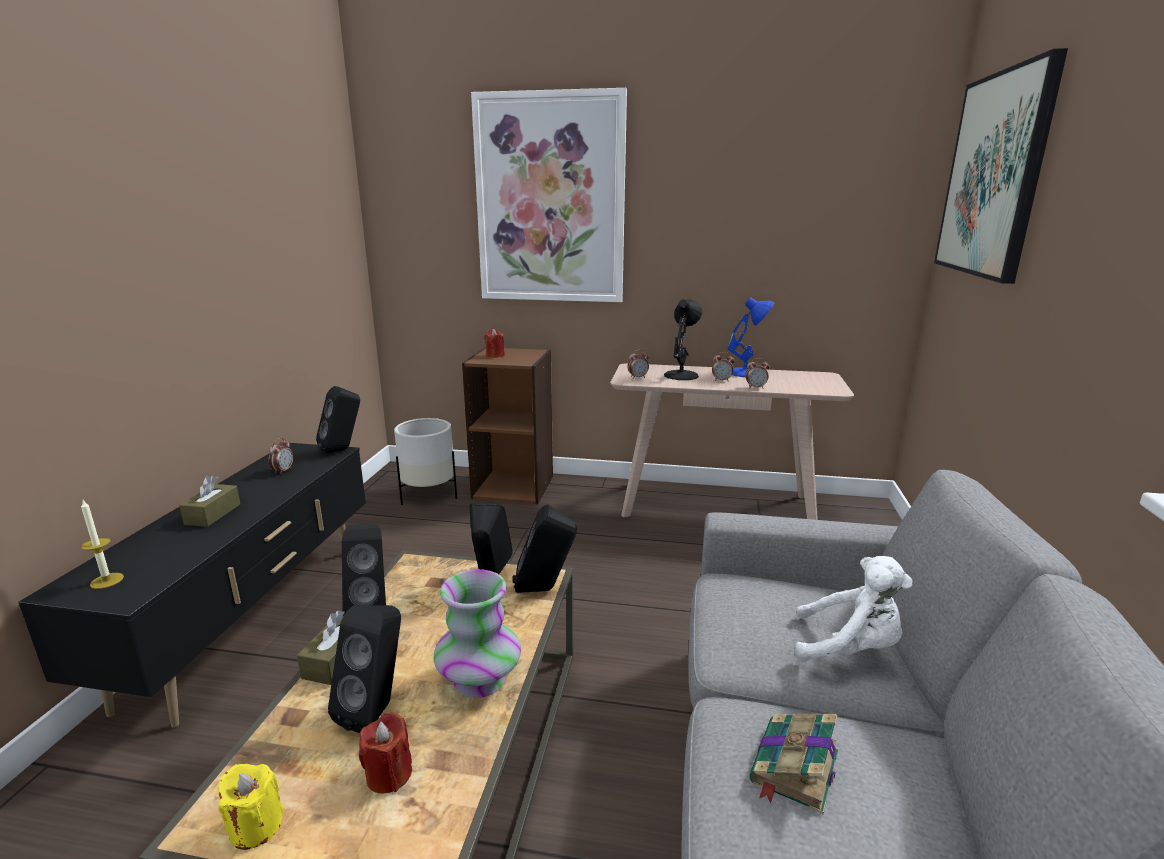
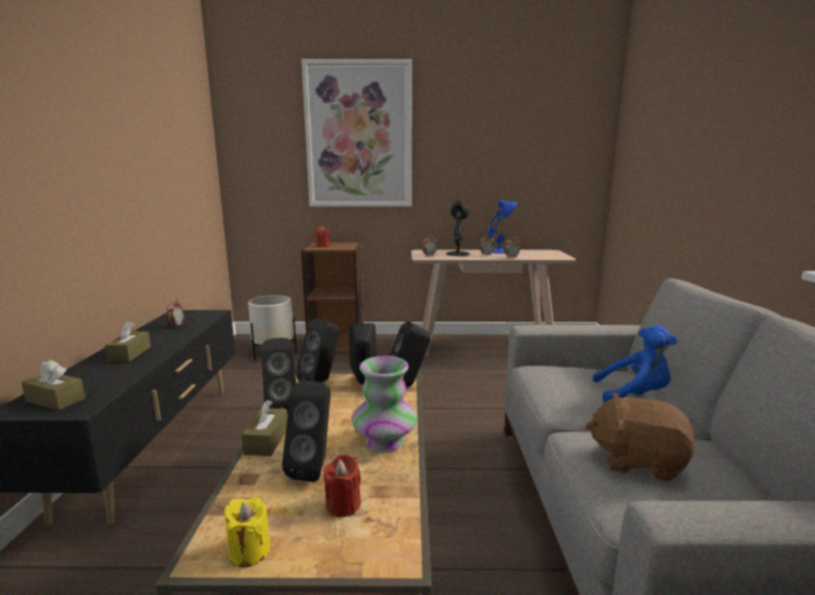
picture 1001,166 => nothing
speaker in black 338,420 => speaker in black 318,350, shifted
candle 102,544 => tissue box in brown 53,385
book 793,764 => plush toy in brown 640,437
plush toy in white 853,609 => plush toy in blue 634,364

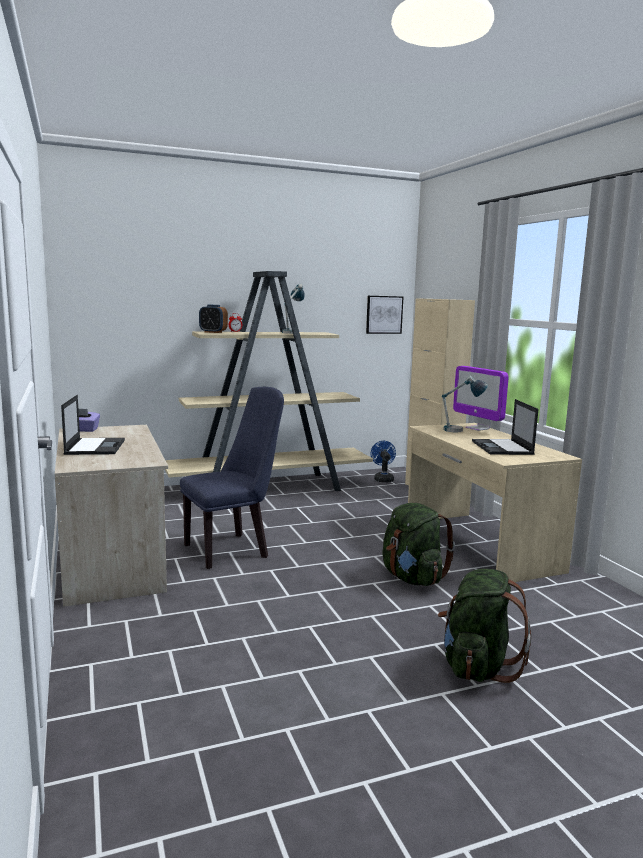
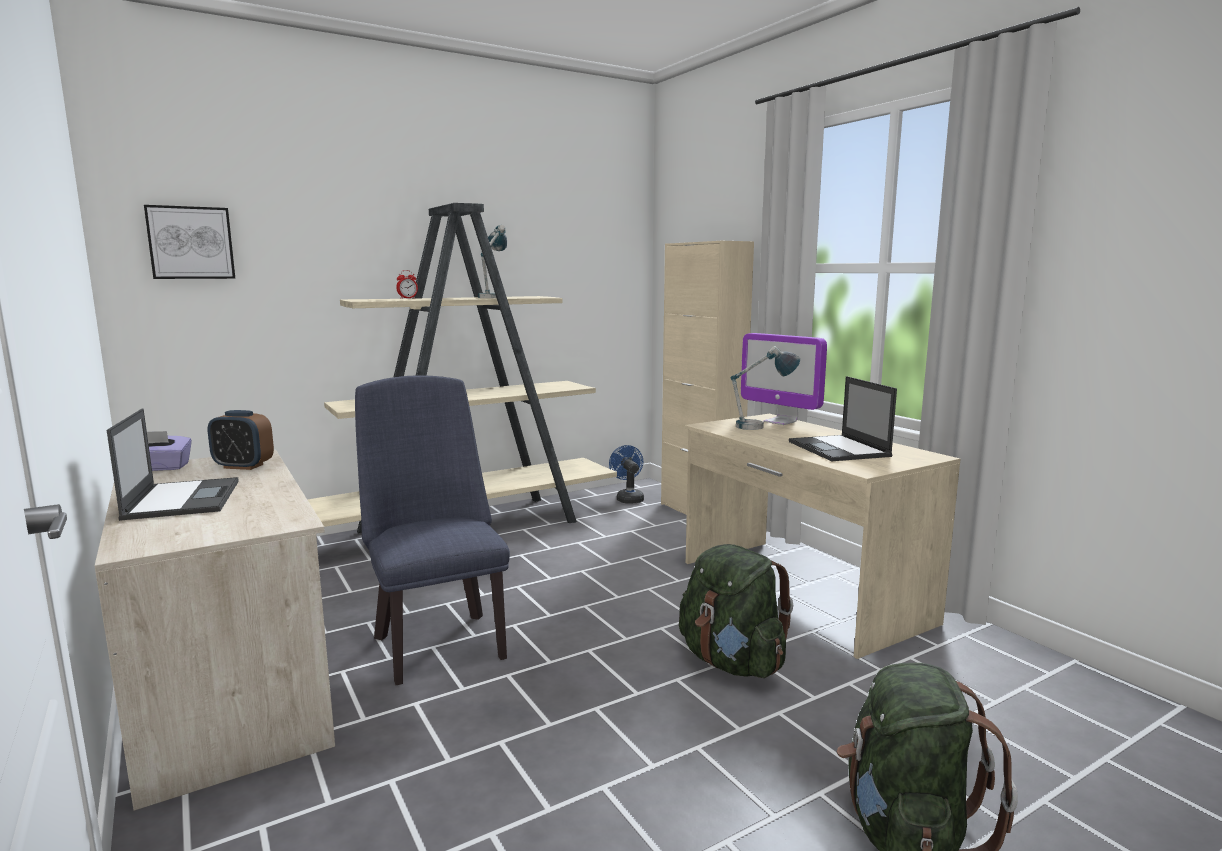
alarm clock 213,319 => alarm clock 241,440, shifted
picture 384,315 => picture 189,242, shifted
chair in blue 232,478 => chair in blue 432,530, 75 degrees counterclockwise

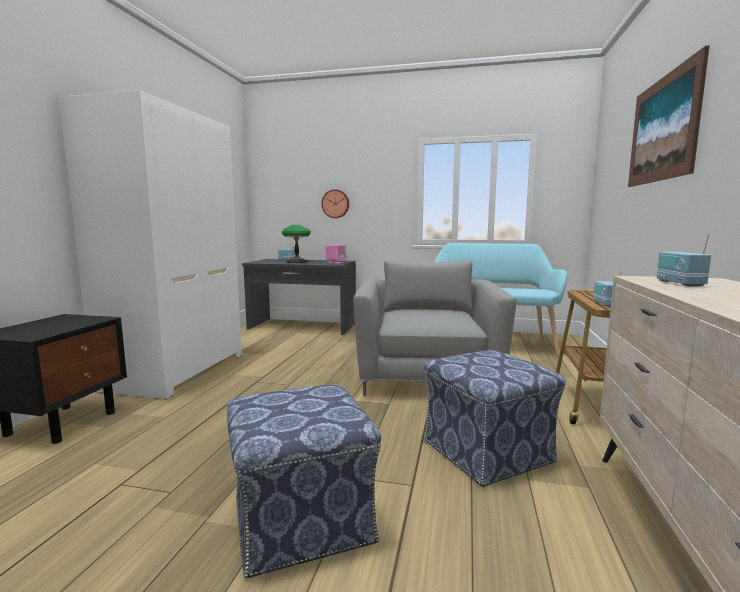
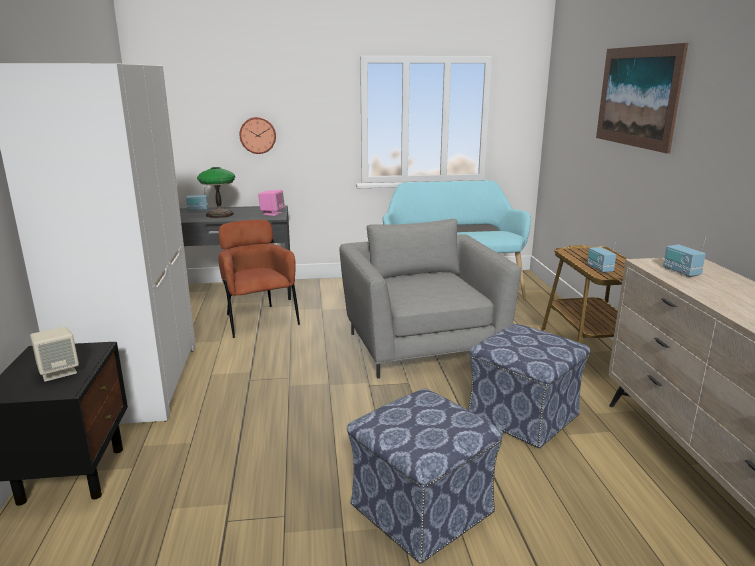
nothing => speaker in beige 54,354
nothing => armchair in brown 259,279

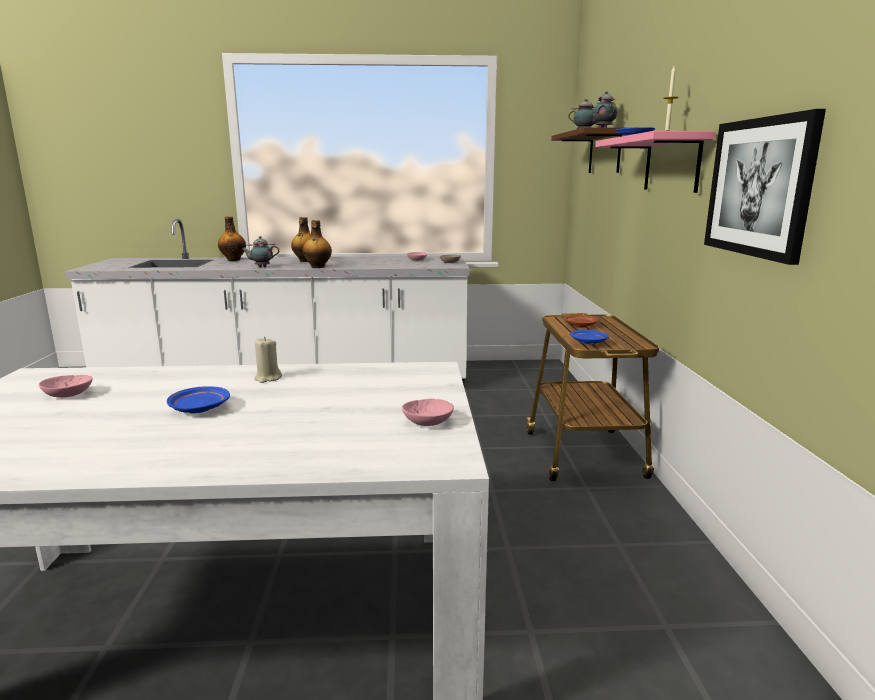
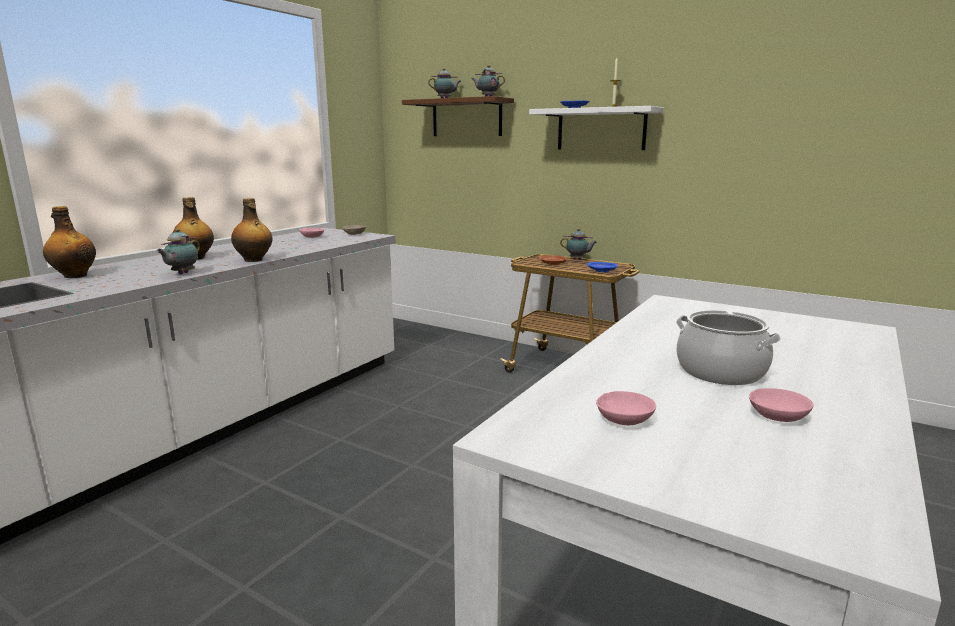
candle in beige 268,360 => nothing
picture 765,187 => nothing
nothing => teapot 578,244
bowl in pink 428,412 => bowl in pink 781,405, shifted
plate in blue 198,400 => cooking pot 728,347
shelf in pink 655,162 => shelf in white 596,128

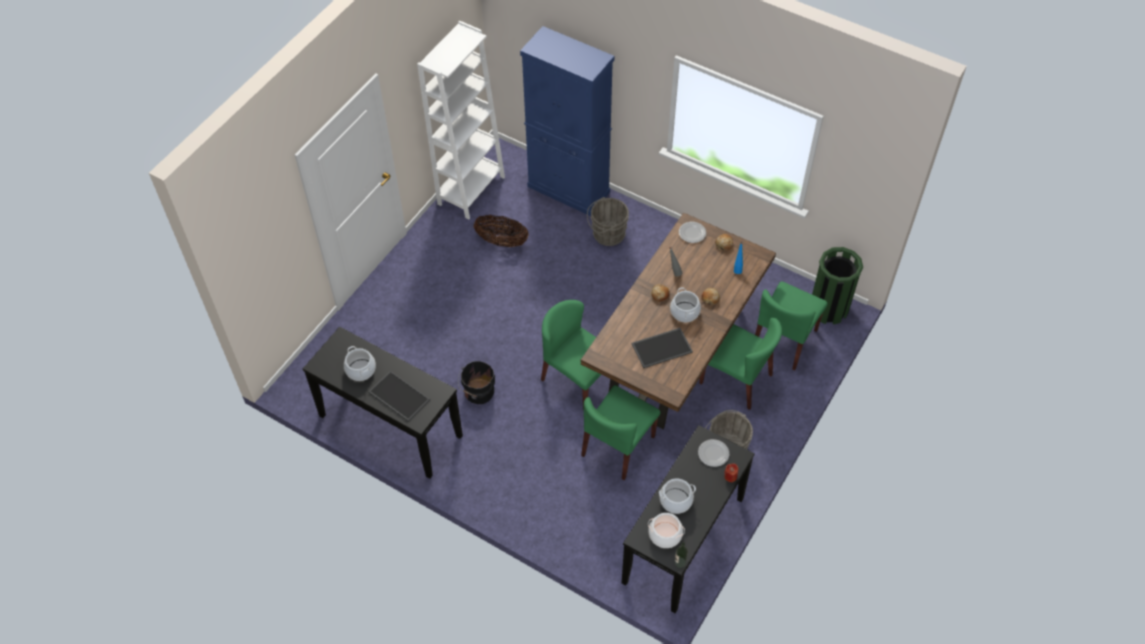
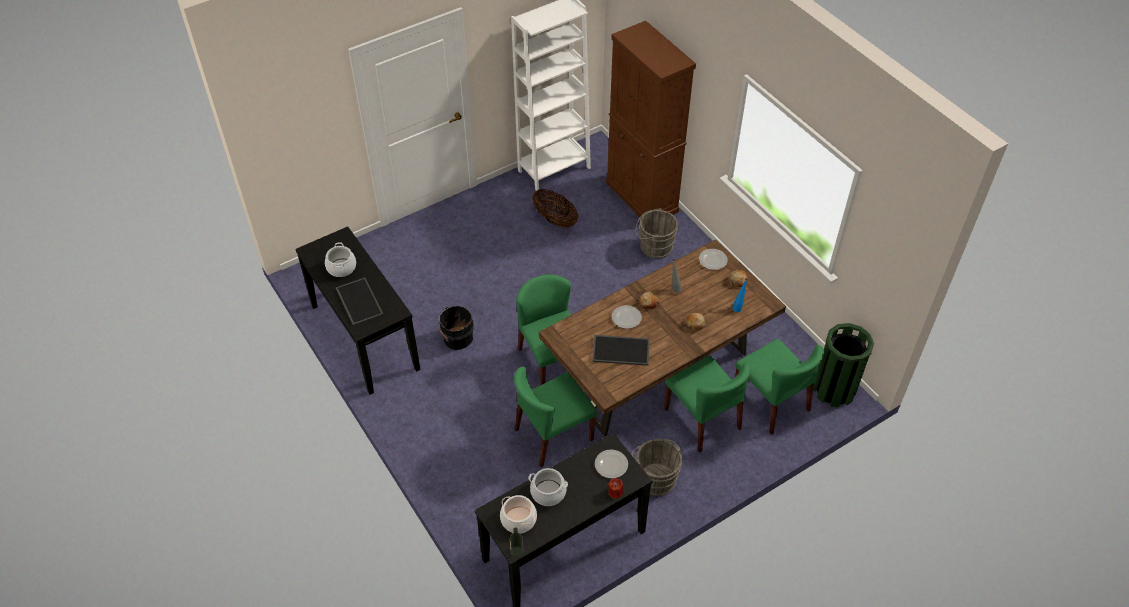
cooking pot 685,304 => nothing
nothing => plate 627,317
cabinet in blue 567,121 => cabinet in brown 651,119
chair in green 791,325 => chair in green 779,387, 90 degrees counterclockwise

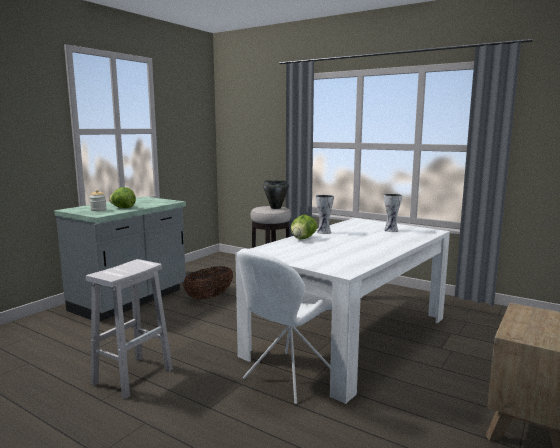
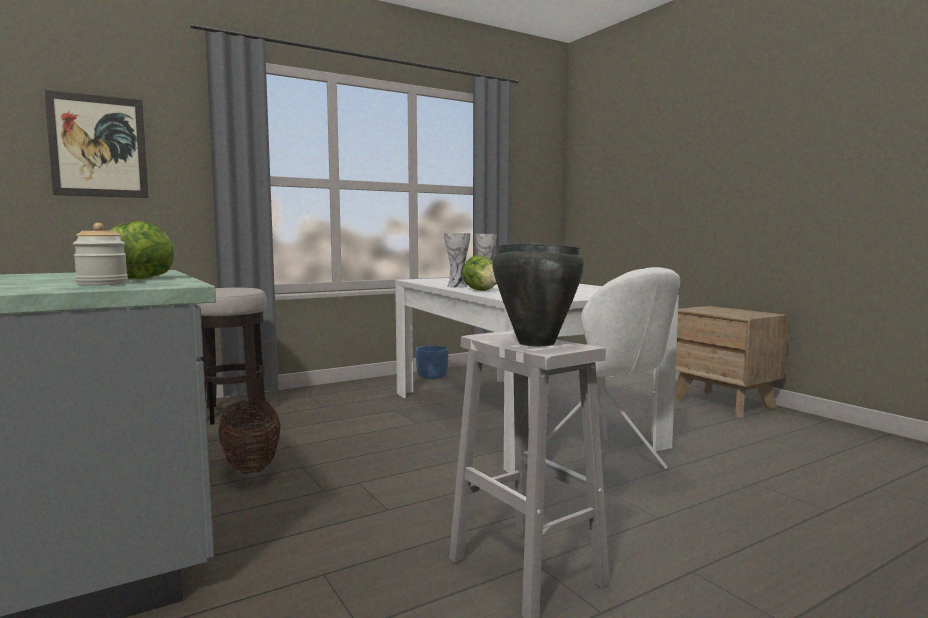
nothing => picture 96,144
nothing => planter in blue 432,362
cooking pot in black 276,194 => cooking pot in black 538,294, shifted

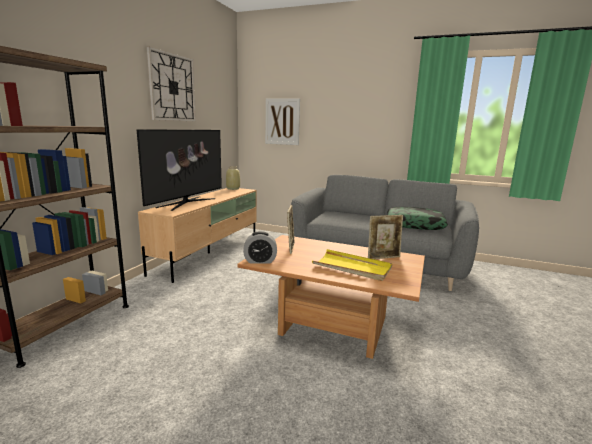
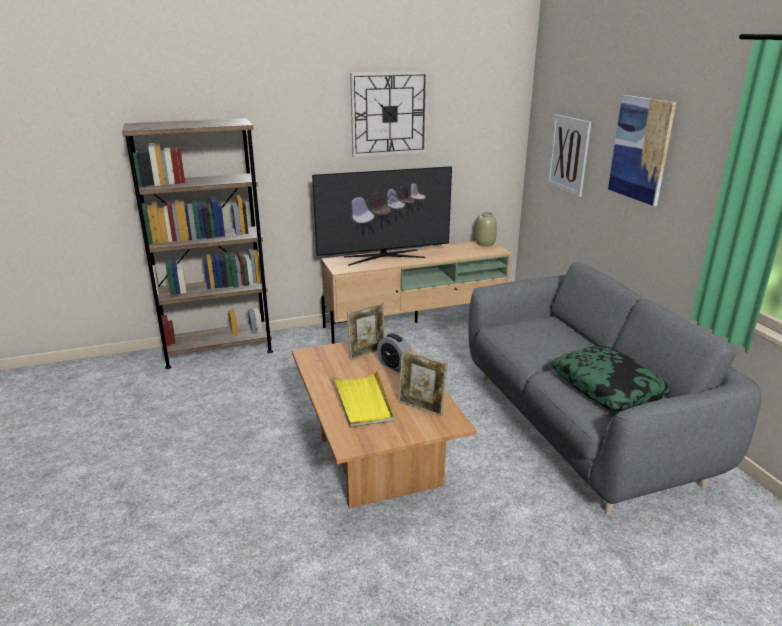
nothing => picture 642,150
alarm clock 260,247 => alarm clock 394,352, shifted

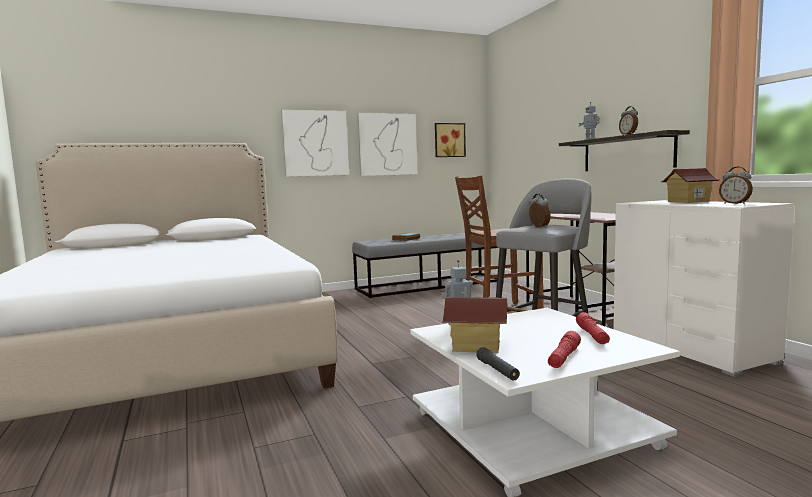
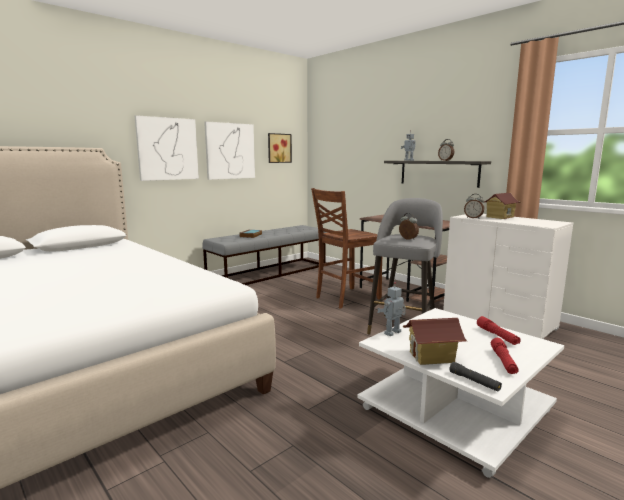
alarm clock 736,185 => alarm clock 474,206, shifted

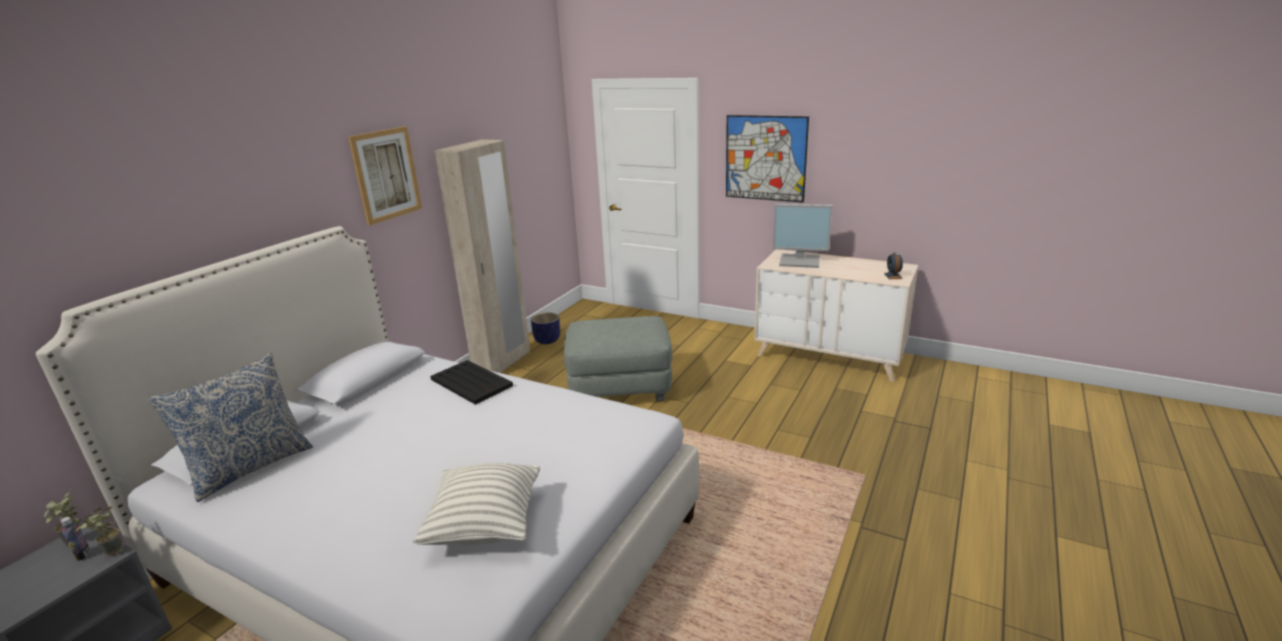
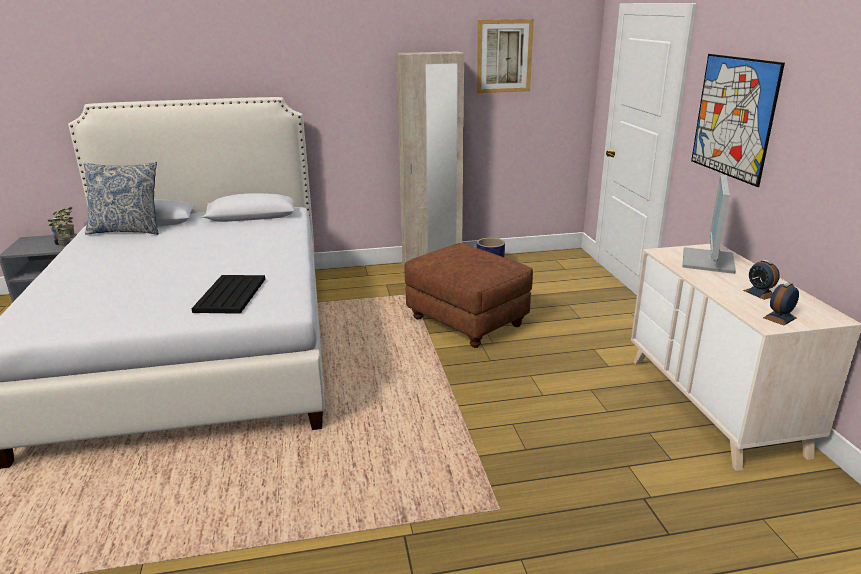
pillow 476,504 => nothing
nothing => alarm clock 761,280
picture 385,175 => picture 505,56, shifted
tray in black 471,382 => tray in black 228,294, shifted
ottoman in grey 618,359 => ottoman in brown 469,295
monitor 803,236 => monitor 709,224, 45 degrees clockwise

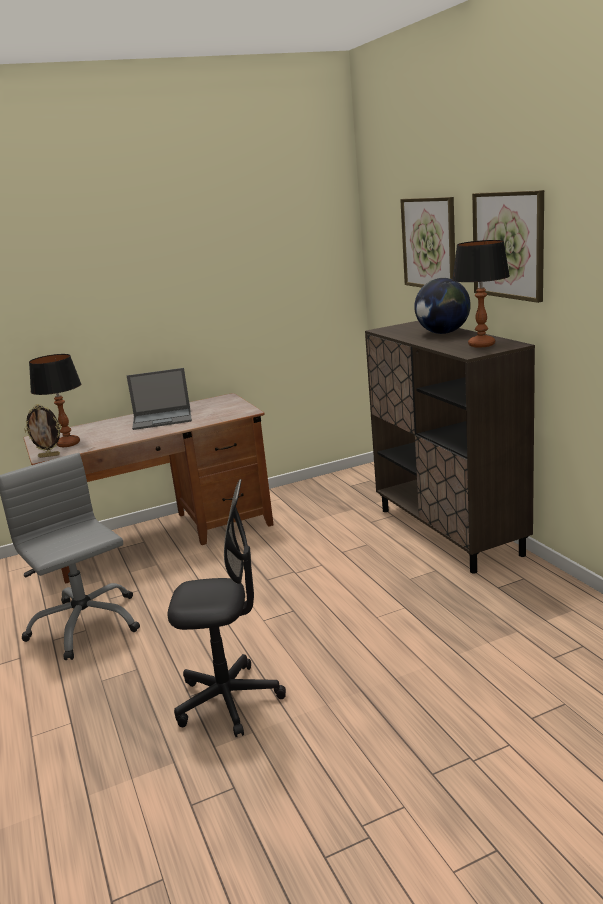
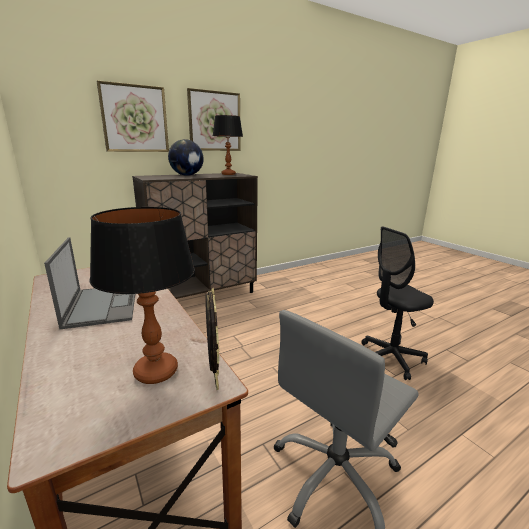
office chair in black 227,608 => office chair in black 398,303, 105 degrees counterclockwise

